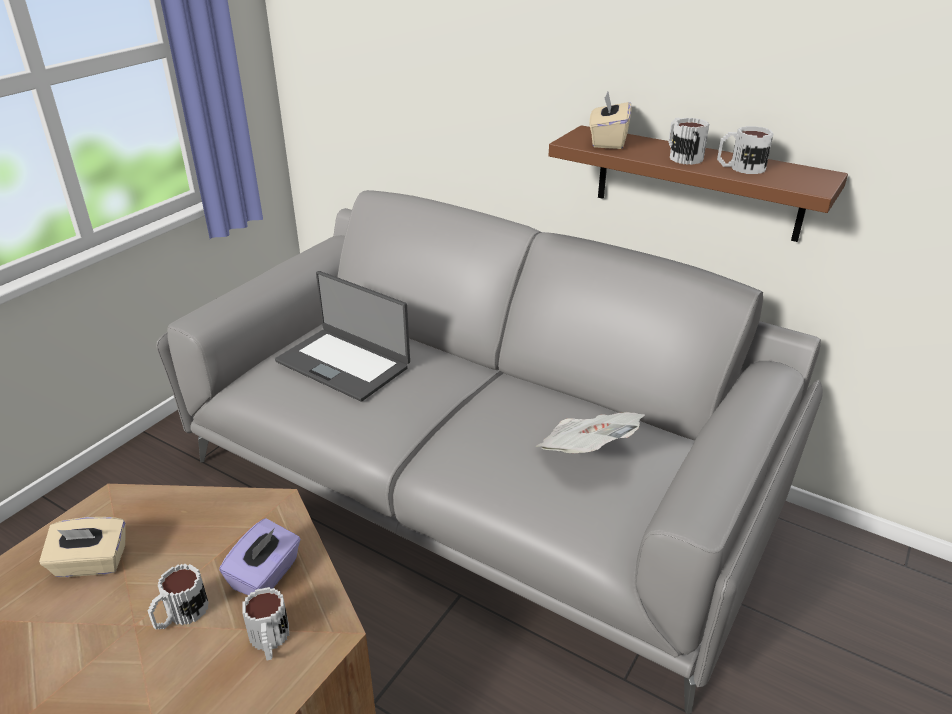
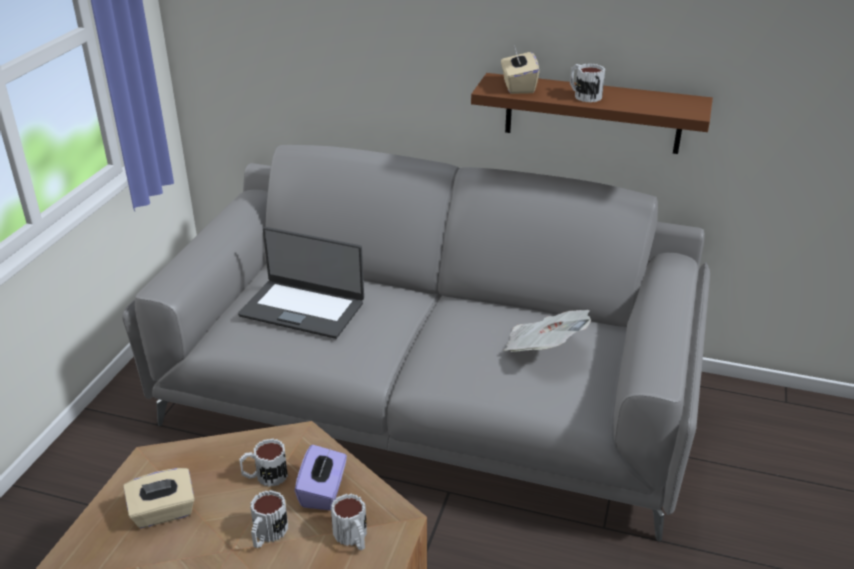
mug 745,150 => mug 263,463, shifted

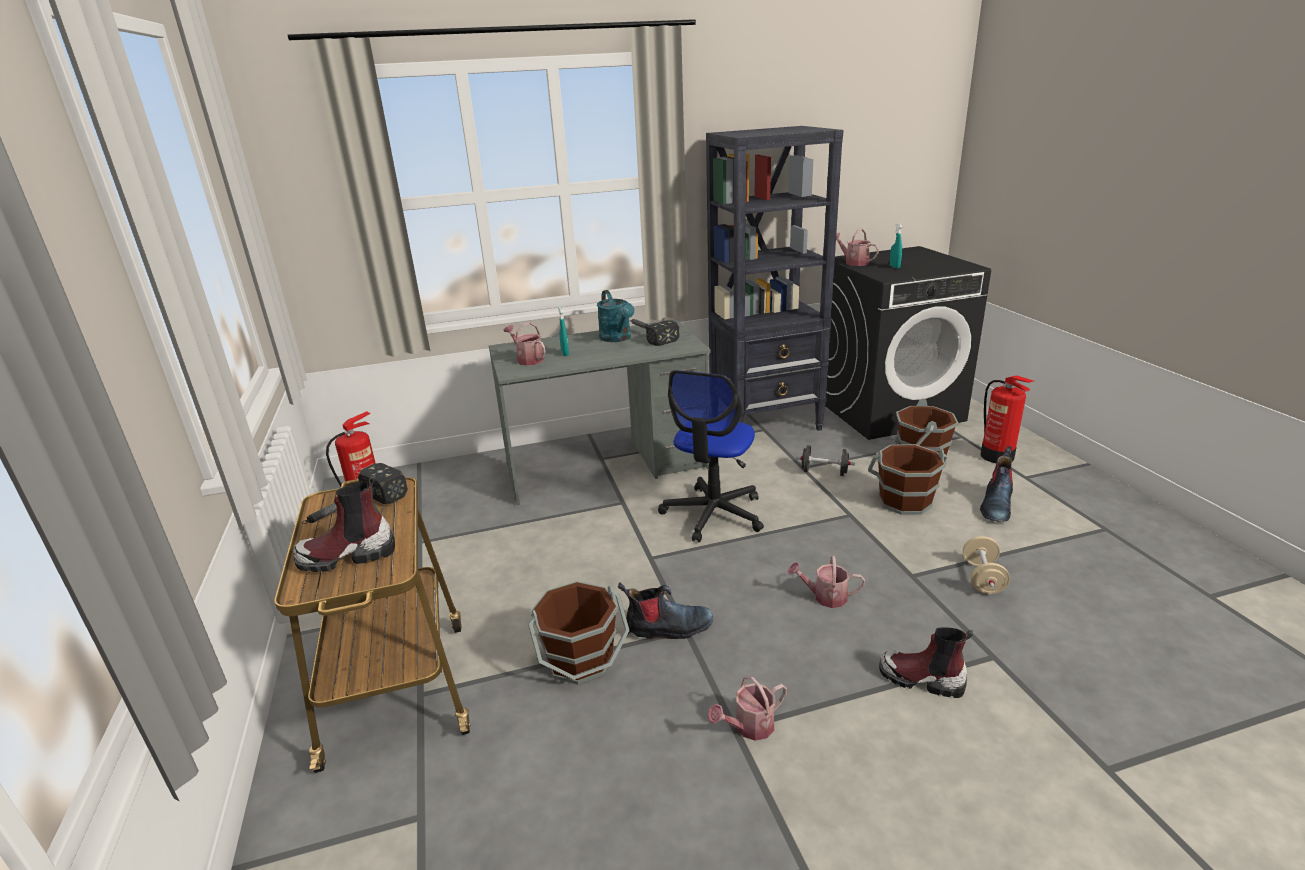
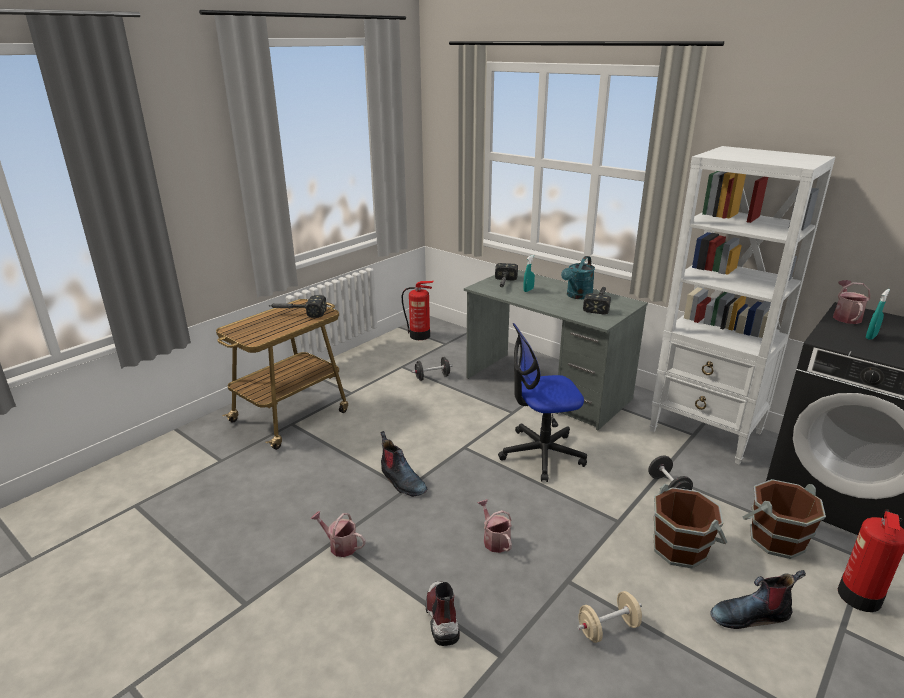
boot 344,523 => nothing
bucket in brown 579,633 => nothing
nothing => dumbbell in black 432,369
watering can 524,344 => hammer 506,275
bookcase in black 774,278 => bookcase in white 742,305

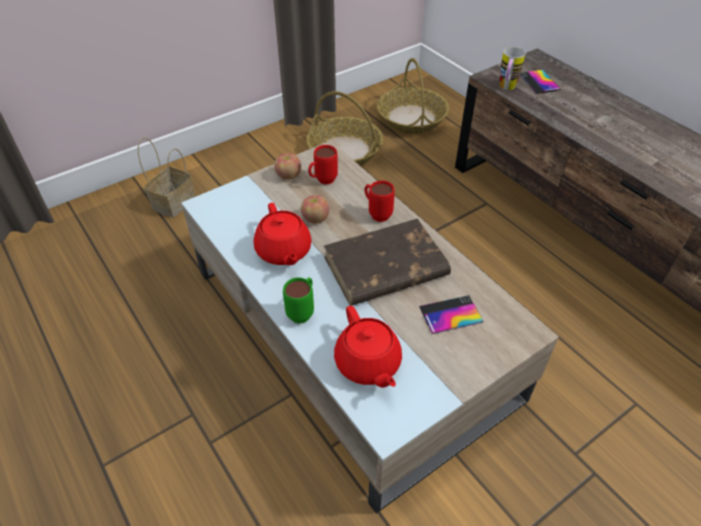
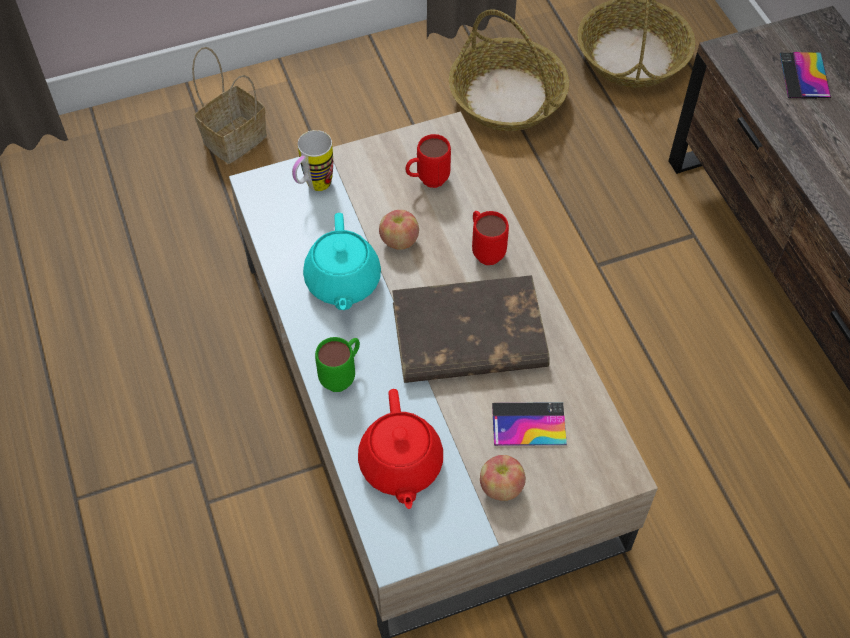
apple 287,166 => apple 503,478, shifted
mug 513,68 => mug 312,160, shifted
teapot in red 282,234 => teapot in turquoise 342,261

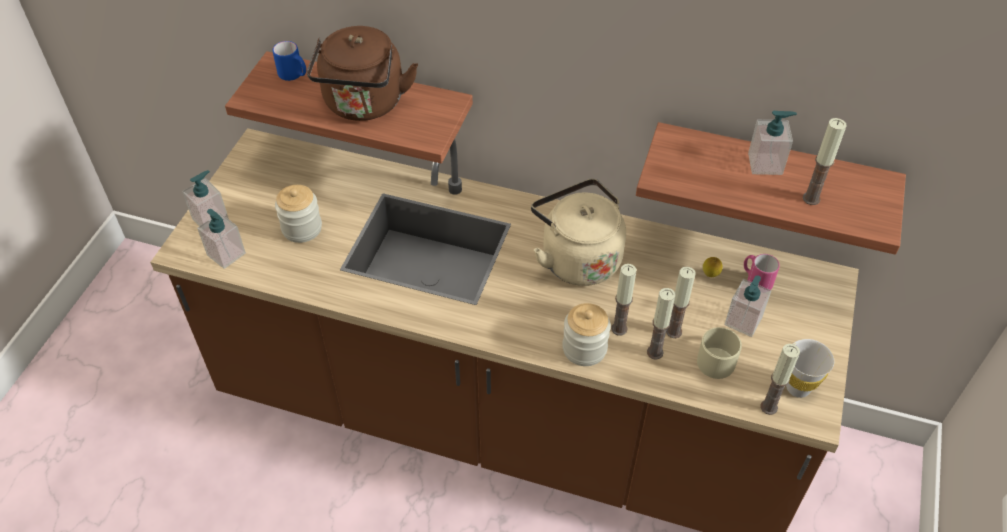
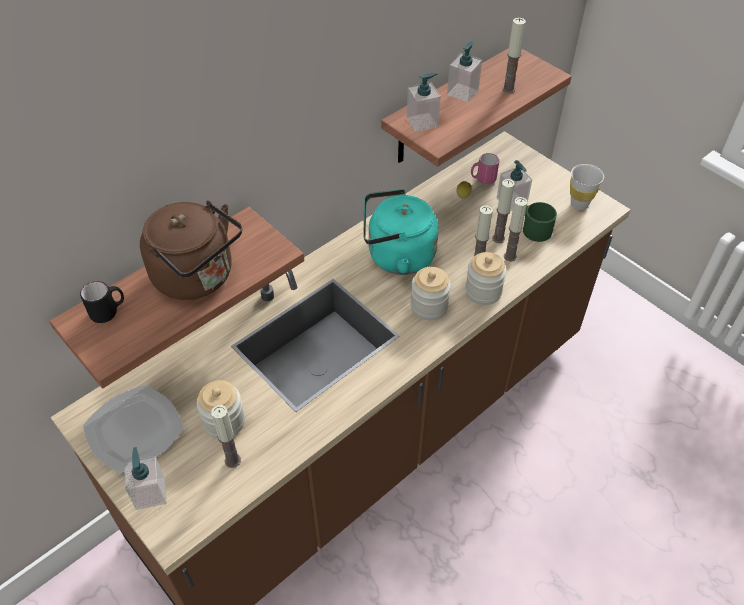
nothing => plate 133,429
nothing => jar 431,293
soap dispenser 221,239 => soap dispenser 424,102, shifted
candle 780,379 => candle 226,436, shifted
mug in blue 289,61 => mug in black 102,302
kettle in beige 578,232 => kettle in turquoise 401,232
mug in beige 719,353 => mug in green 540,222

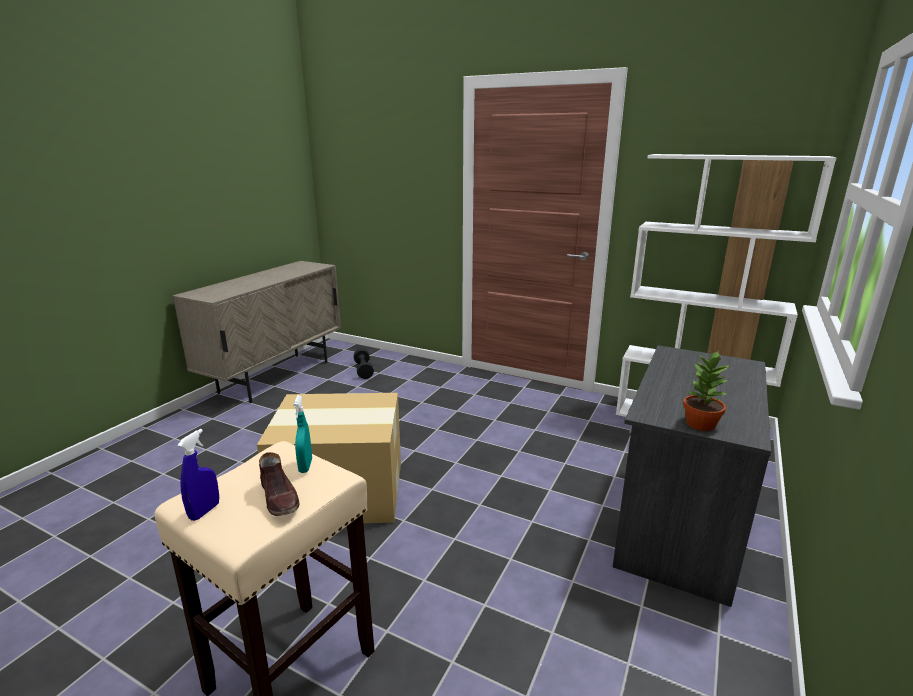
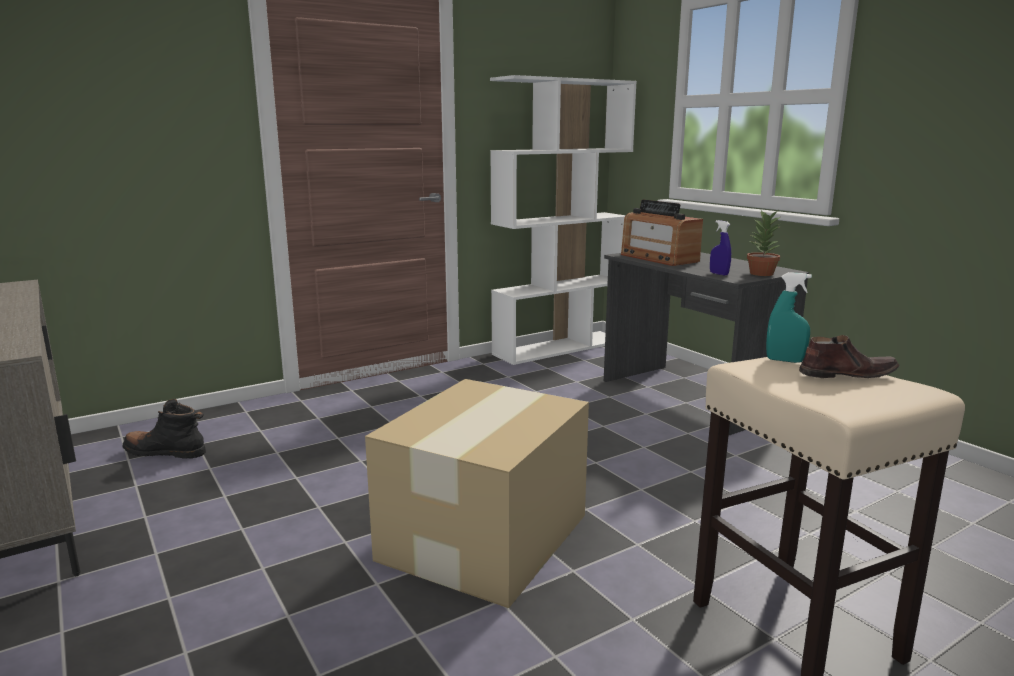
nothing => radio 662,232
spray bottle in blue 198,475 => spray bottle in blue 720,248, shifted
dumbbell in black 364,364 => boot in black 164,429

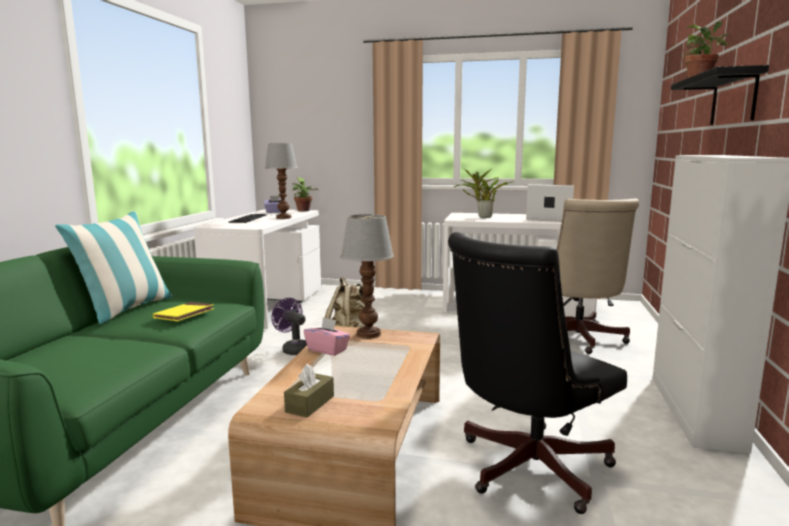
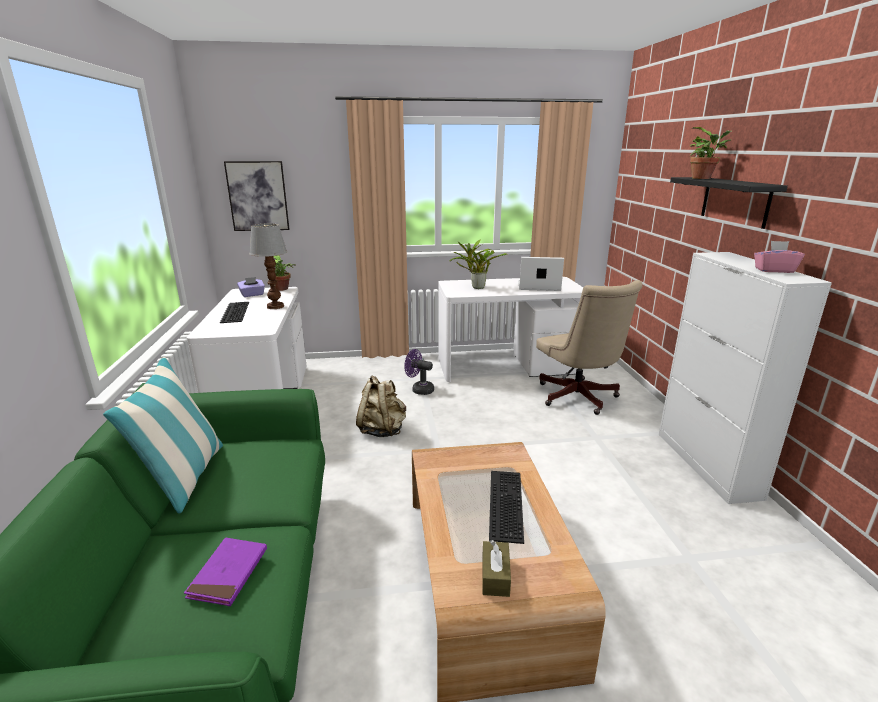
book in yellow 183,311 => nothing
table lamp 367,276 => nothing
office chair in black 537,373 => nothing
nothing => book in purple 225,572
nothing => picture 257,196
nothing => keyboard 506,507
fan in purple 289,326 => fan in purple 419,372, shifted
tissue box in pink 327,336 => tissue box in pink 779,257, shifted

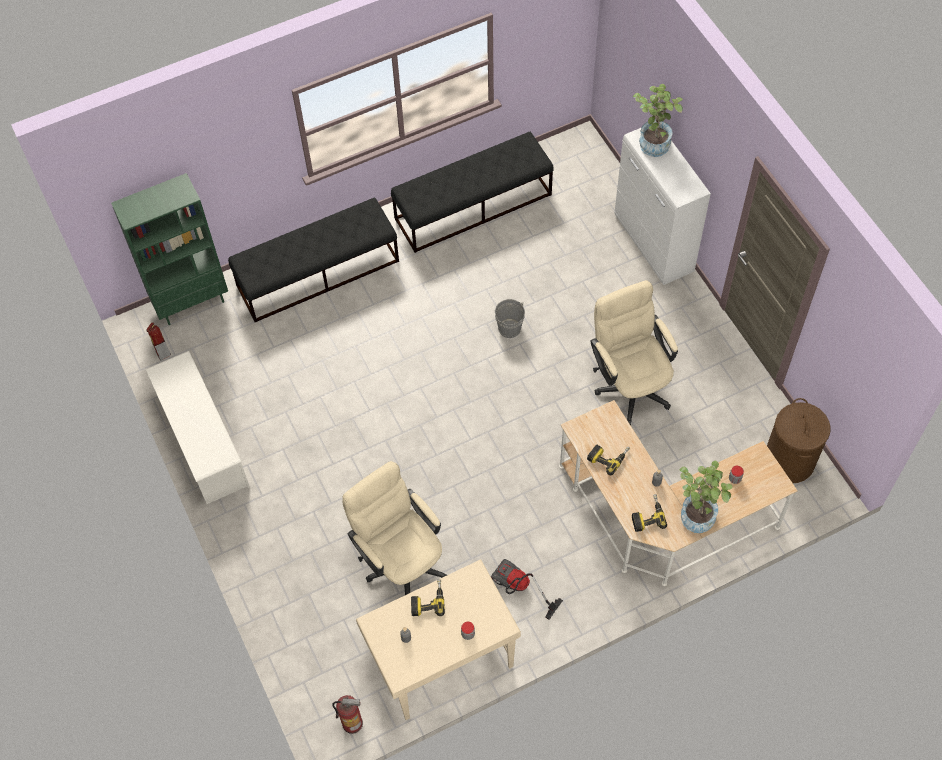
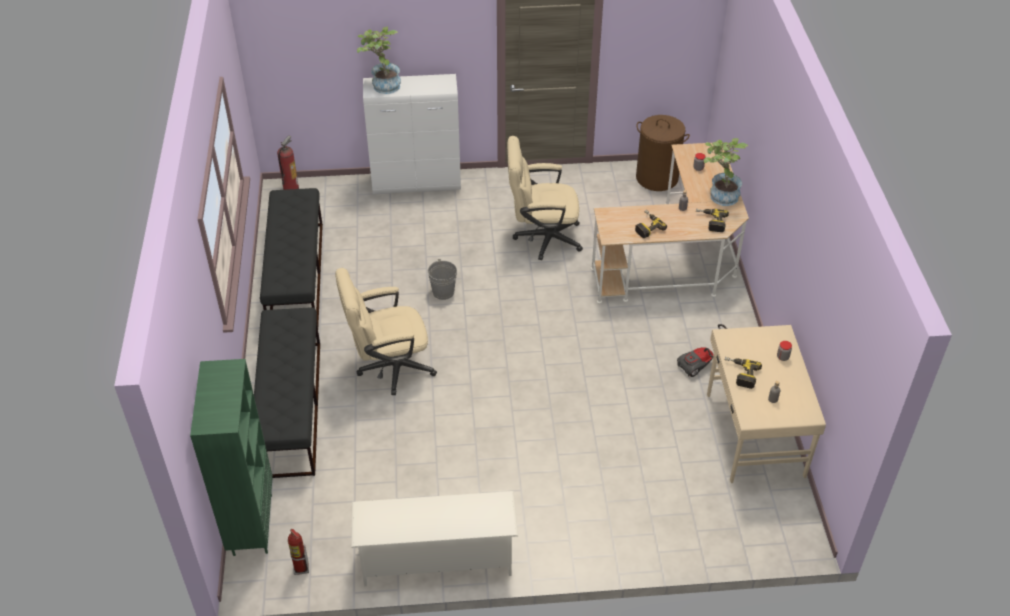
fire extinguisher 347,714 => fire extinguisher 288,163, shifted
office chair in beige 394,528 => office chair in beige 386,331, shifted

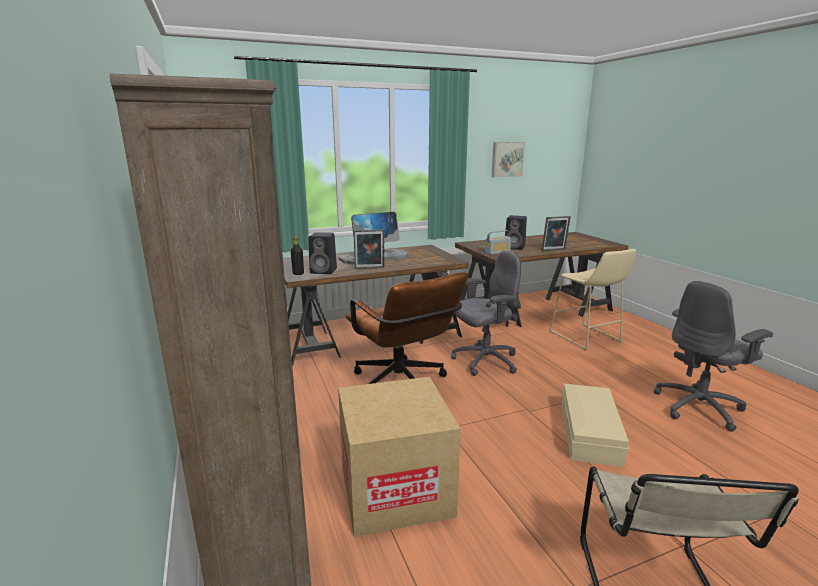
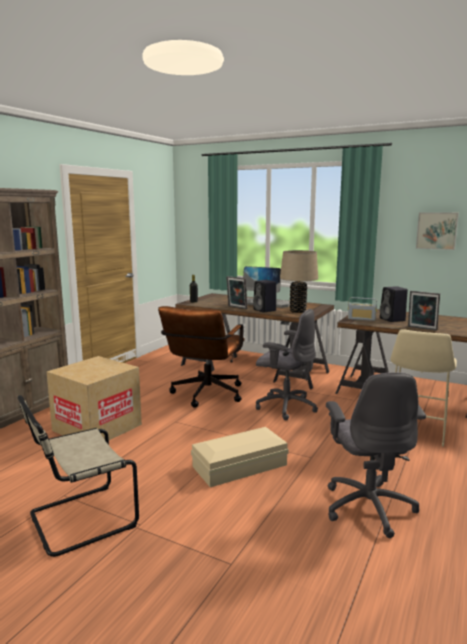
nothing => table lamp in beige 299,281
speaker in black 323,253 => speaker in black 264,296, shifted
office chair in grey 713,356 => office chair in grey 376,455, 120 degrees counterclockwise

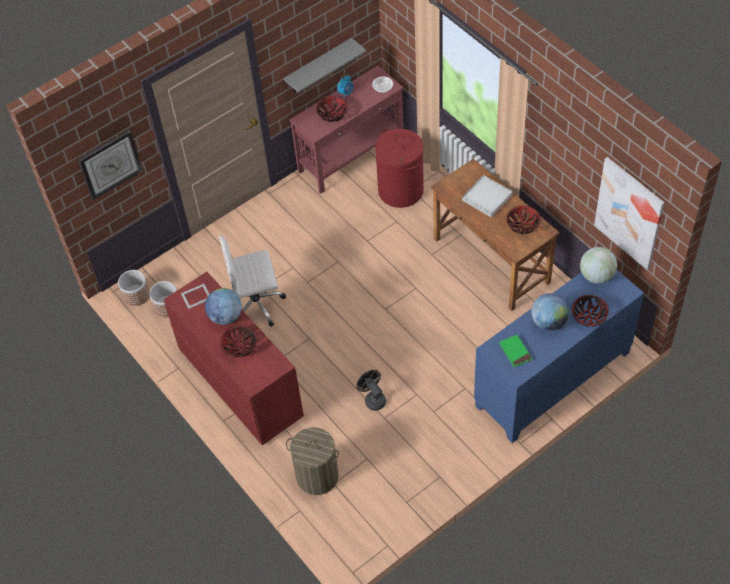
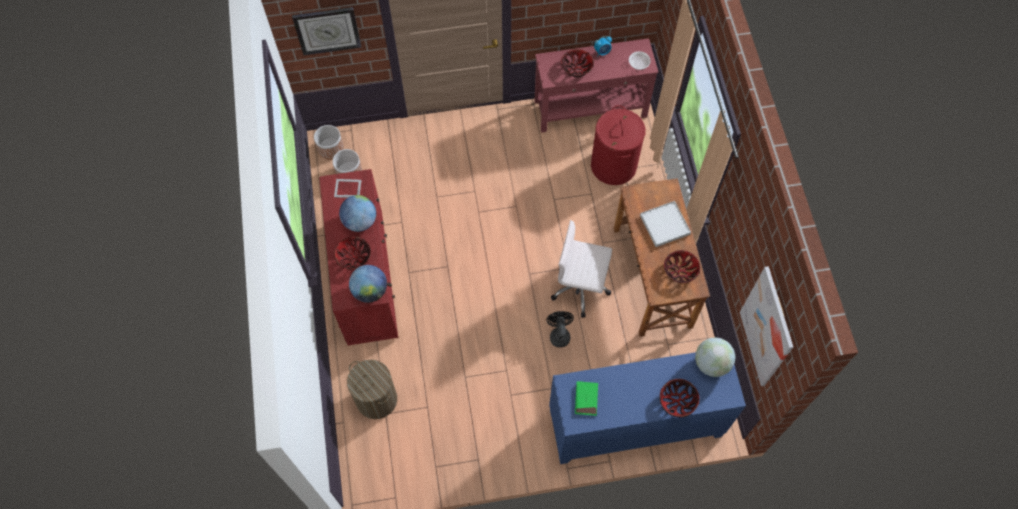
shelf in grey 325,65 => nothing
office chair in white 252,281 => office chair in white 581,269, shifted
fan in black 371,390 => fan in black 560,329, shifted
globe 550,312 => globe 368,284, shifted

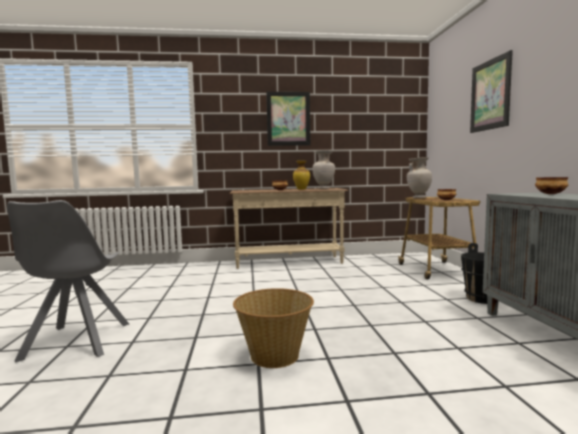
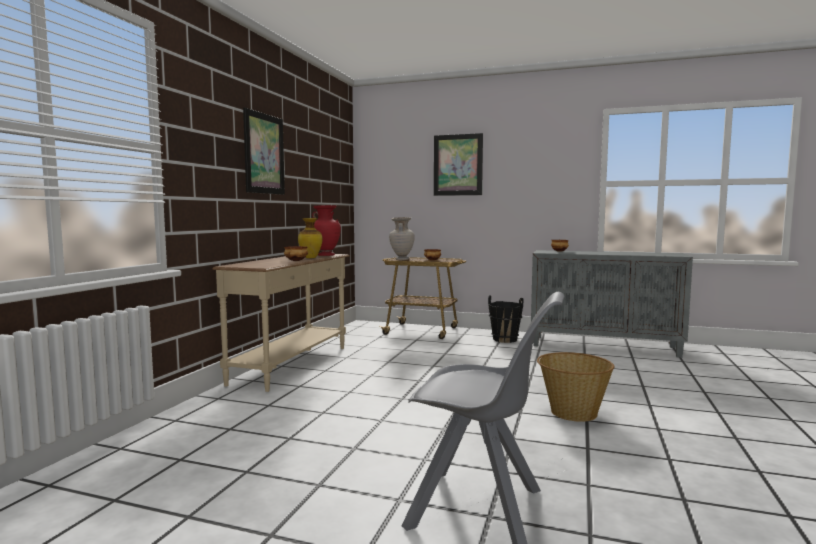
vase in beige 323,169 => vase in red 326,230

